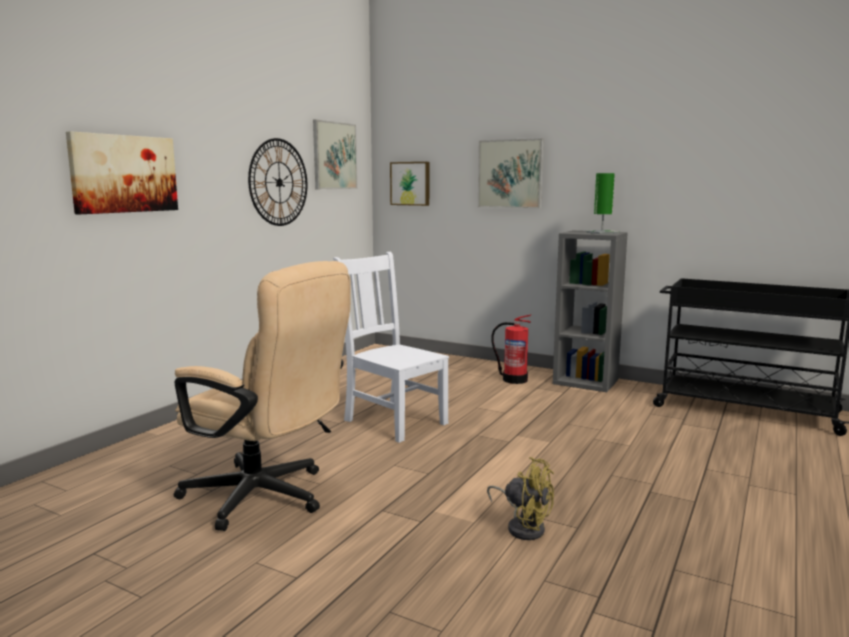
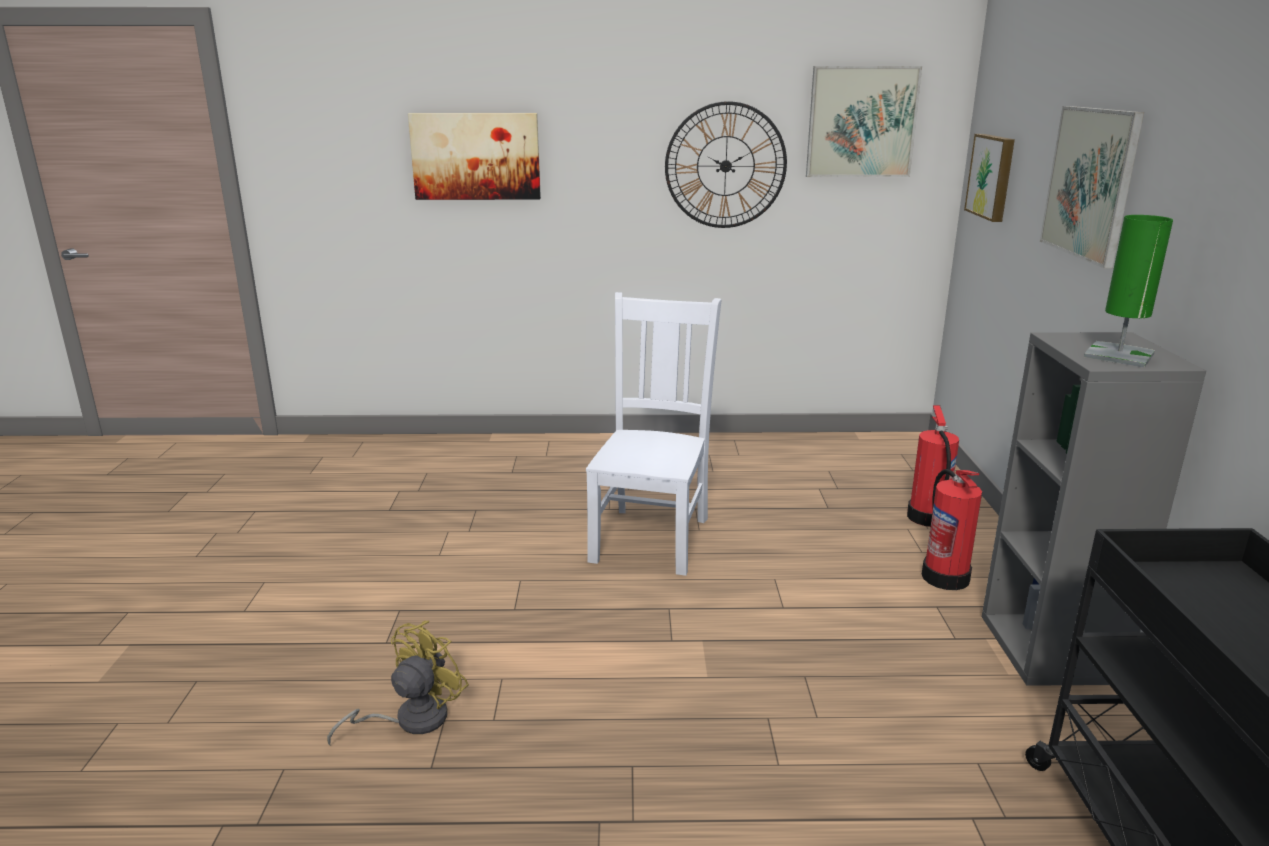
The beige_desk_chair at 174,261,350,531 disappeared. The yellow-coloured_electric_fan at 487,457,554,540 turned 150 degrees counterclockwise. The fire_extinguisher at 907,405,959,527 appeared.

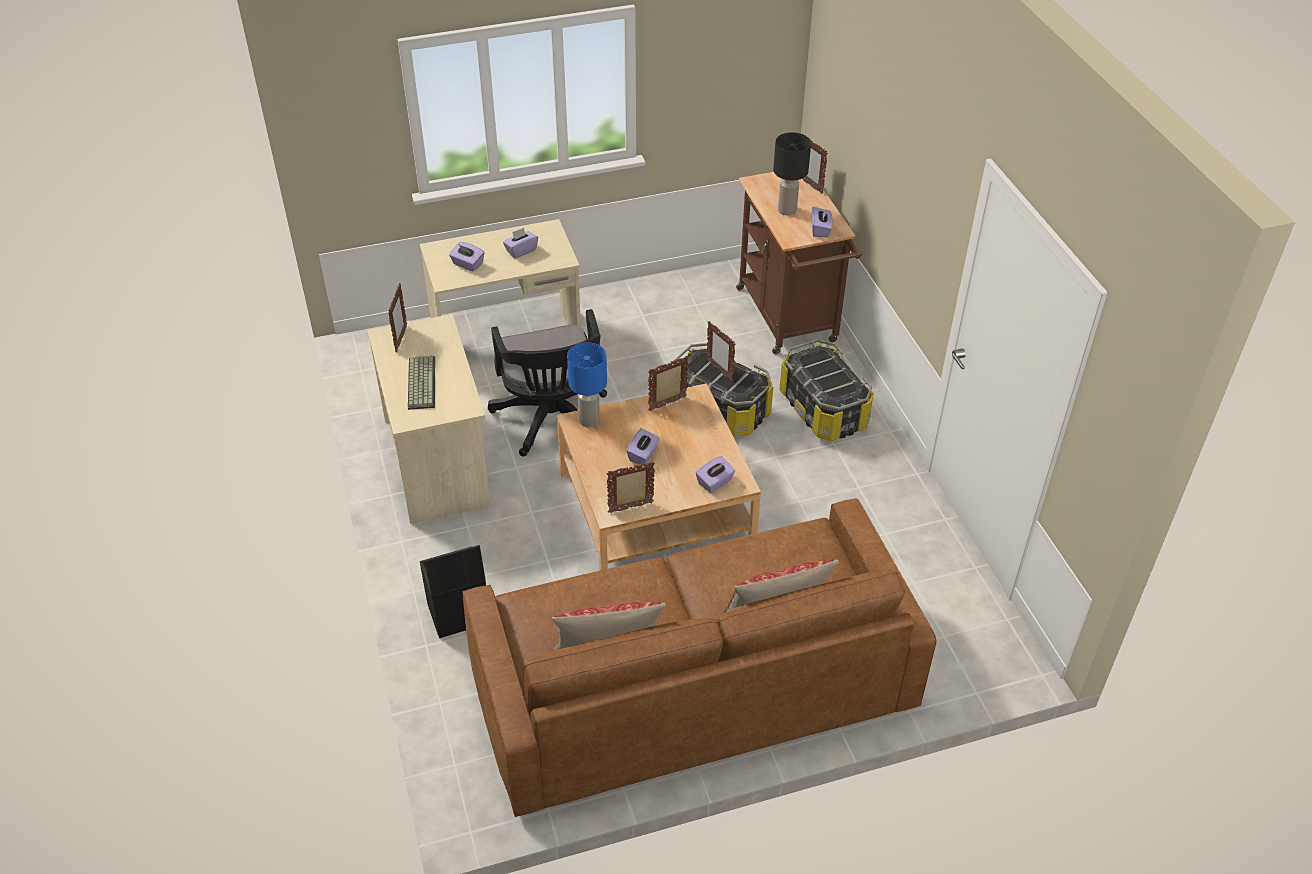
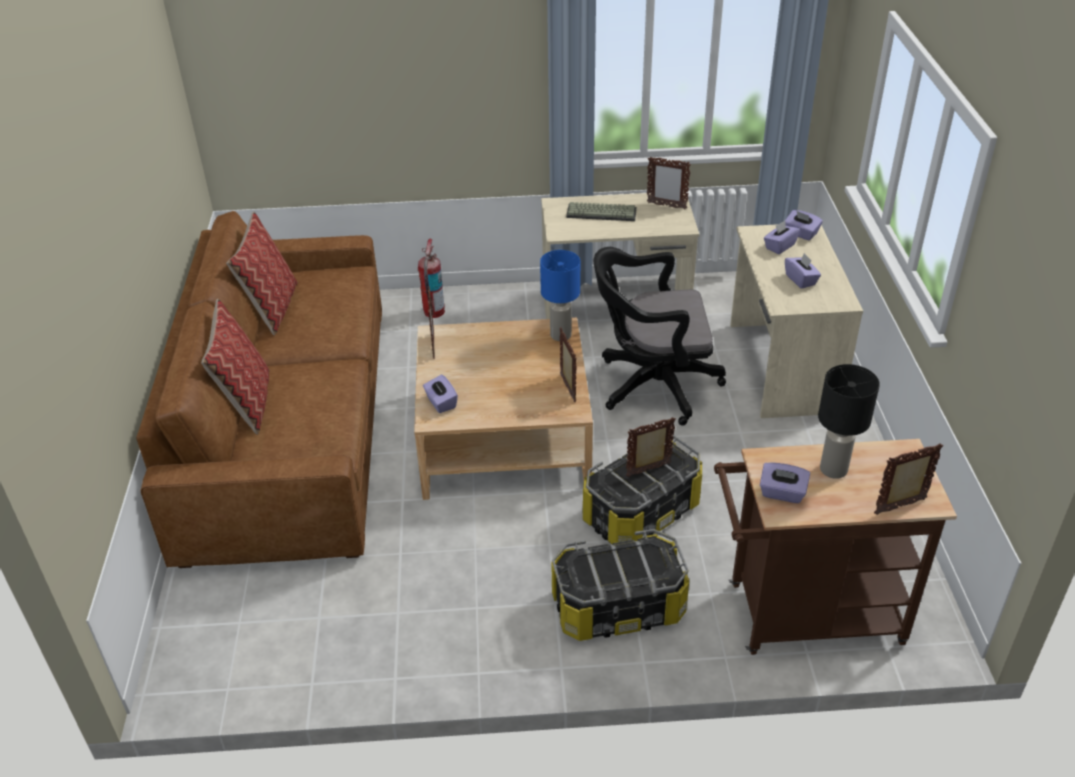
The purple_tissue_holder moved from 627,428,660,464 to 785,210,823,241. The black_storage_bin at 420,545,486,638 was replaced by the fire_extinguisher at 418,239,445,318.

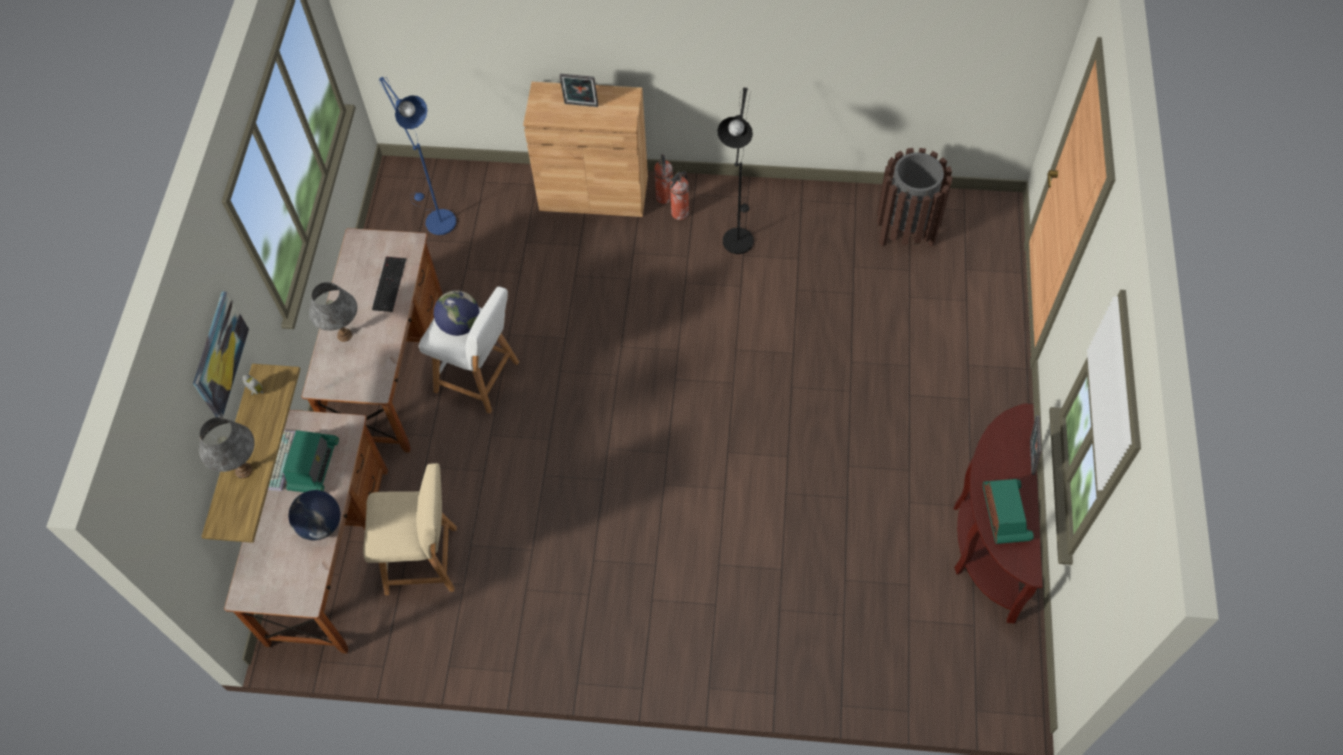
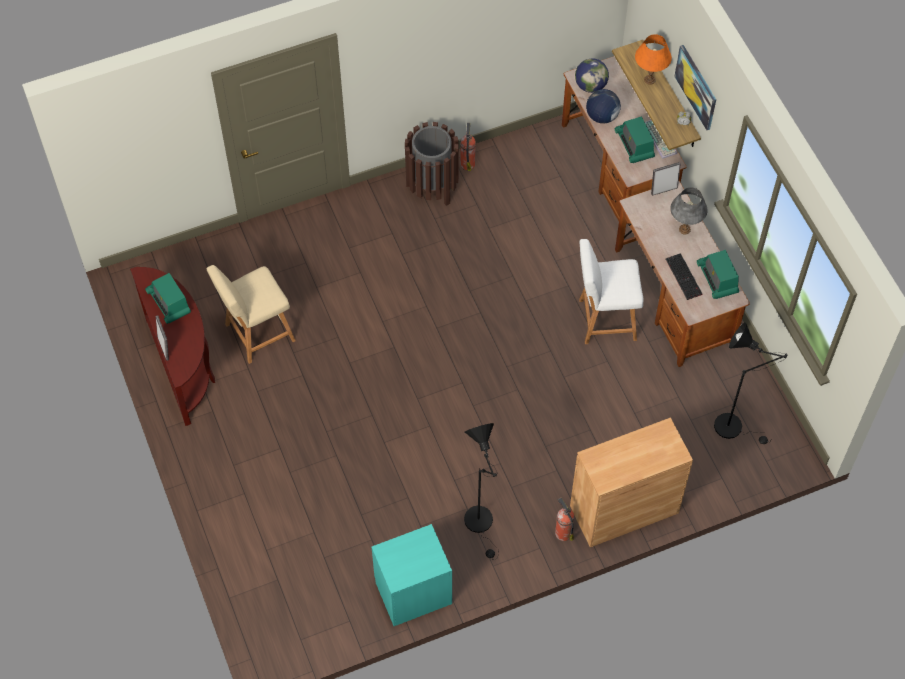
The standing_frame moved from 559,74,598,107 to 651,162,681,196. The blue_floor_lamp at 379,77,456,235 became the black_floor_lamp at 714,323,787,444. The brownish_trash_can moved from 877,148,952,247 to 405,122,459,206. The fire_extinguisher moved from 670,171,689,220 to 460,123,476,171. The world_globe moved from 434,290,479,336 to 575,58,609,93. The grey_tabletop_lamp at 199,417,255,478 became the orangey_tabletop_lamp at 635,34,672,85. The beige_stool moved from 363,463,457,595 to 207,265,296,364. The radio at 697,250,739,299 appeared. The turquoise-coloured_nightstand at 372,524,452,626 appeared.

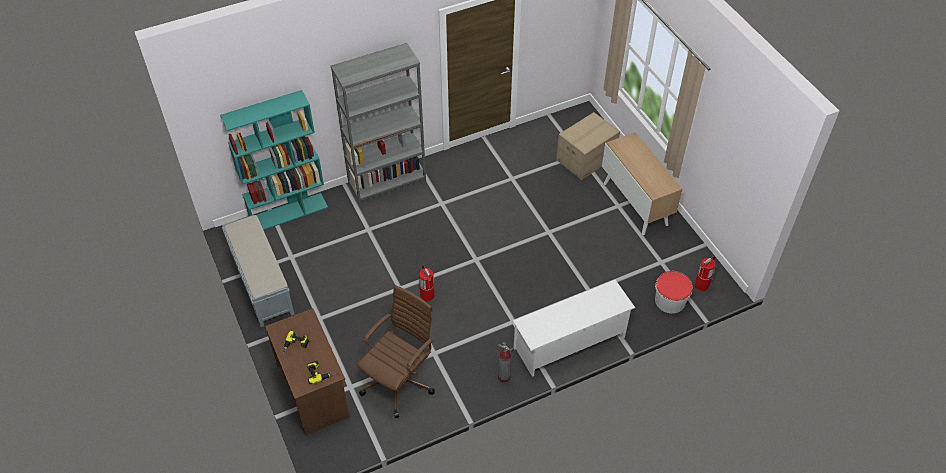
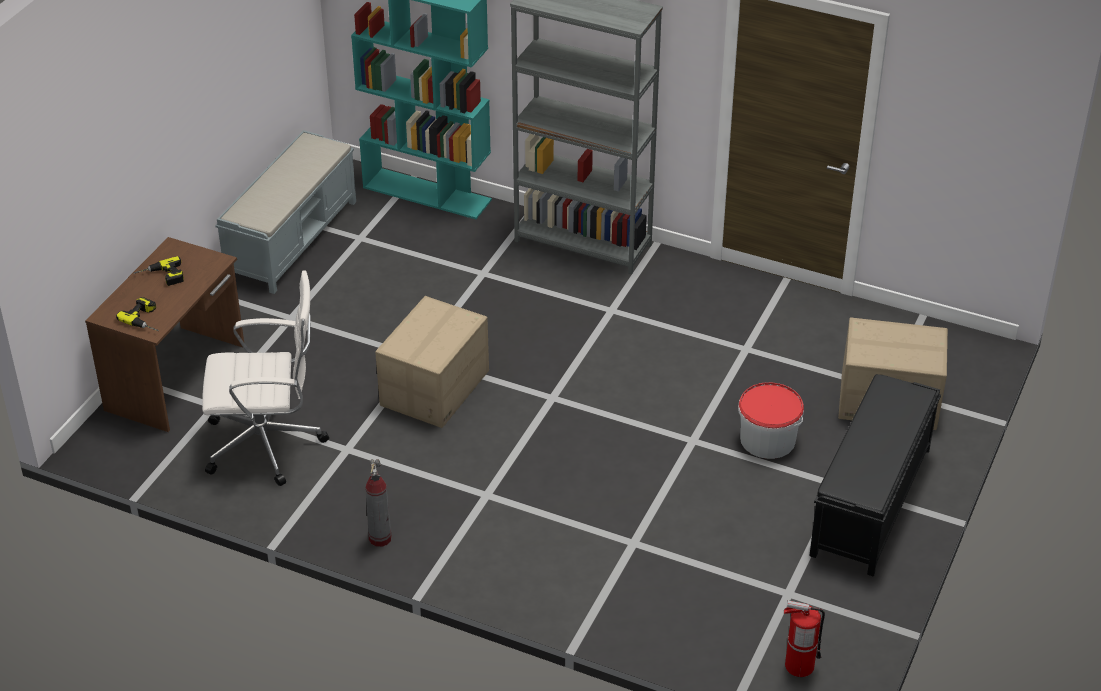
The cabinet at 602,132,682,235 was replaced by the black_long_seat at 809,374,941,577. The fire_extinguisher at 419,265,435,302 was replaced by the carton at 375,296,489,428. The pail moved from 655,271,693,313 to 738,382,804,459. The whitish_shoe_rack at 513,280,635,377 disappeared. The brownish_desk_chair at 357,285,435,418 became the whitish_desk_chair at 202,270,329,486.

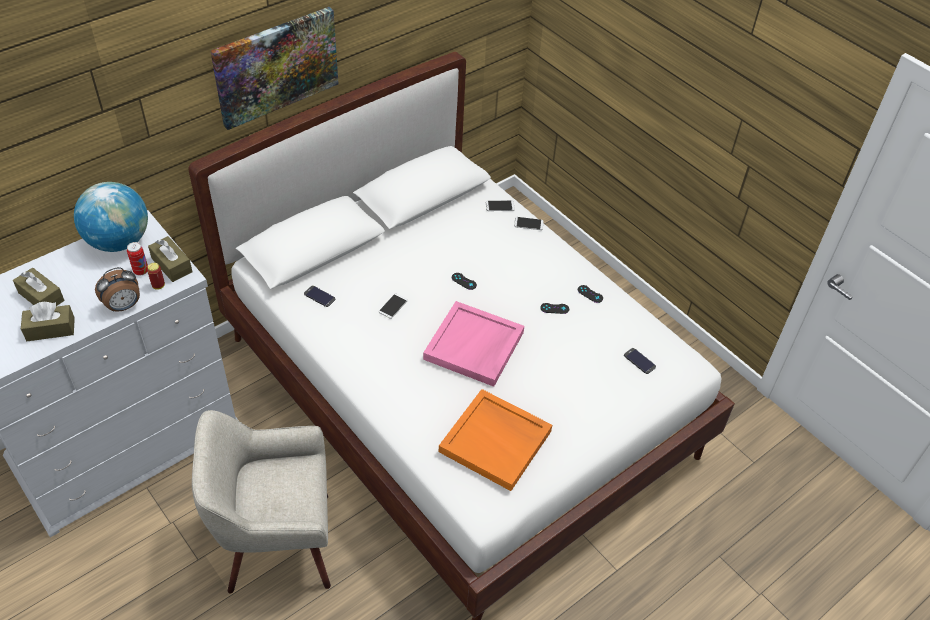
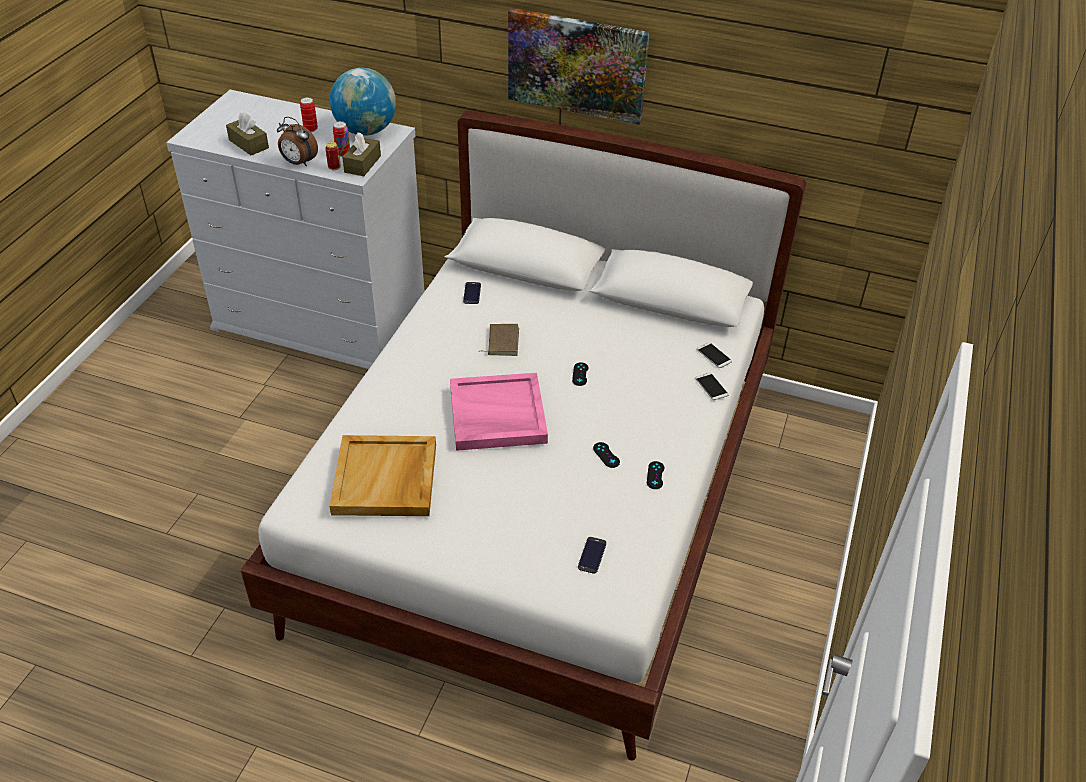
The brownish_tissue_holder at 13,268,65,306 disappeared. The handset at 379,293,408,319 was replaced by the brownish_bound_book at 478,324,519,356. The orangey_serving_tray at 439,389,552,491 became the beige_serving_tray at 329,435,436,516. The beige_lounge_chair at 192,410,331,593 disappeared. The can at 300,97,318,132 appeared.

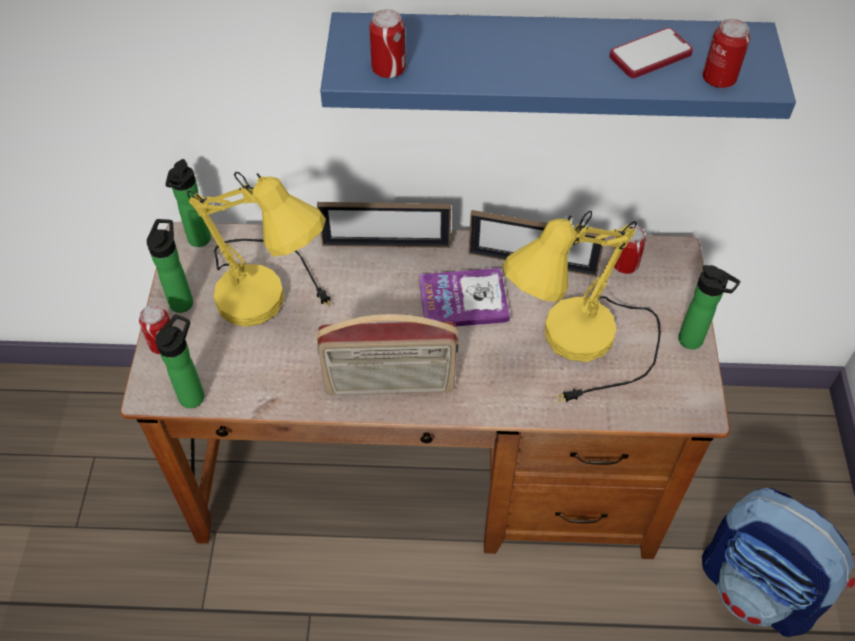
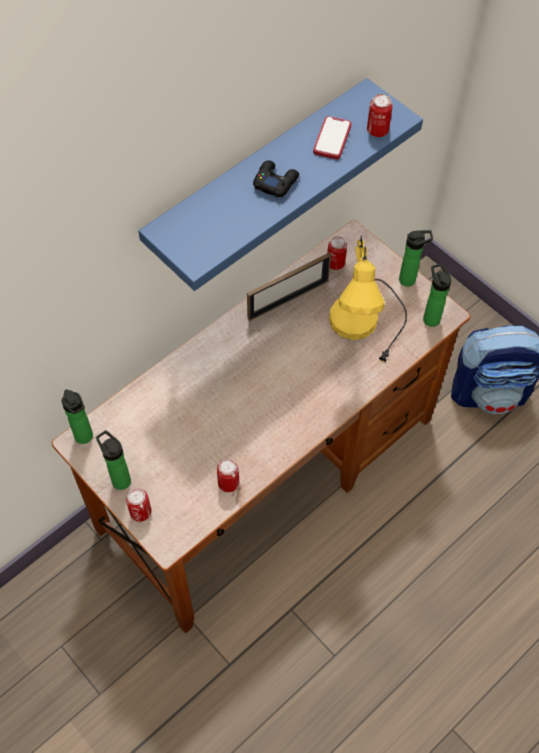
The can moved from 370,9,406,78 to 217,459,239,492. The yellow-coloured_tabletop_lamp at 187,172,331,327 disappeared. The standing_frame at 317,202,451,248 disappeared. The bound_book at 419,268,510,327 disappeared. The drink_bottle moved from 156,314,205,408 to 423,263,452,327. The radio at 317,314,458,395 disappeared. The black_joypad at 253,160,299,198 appeared.

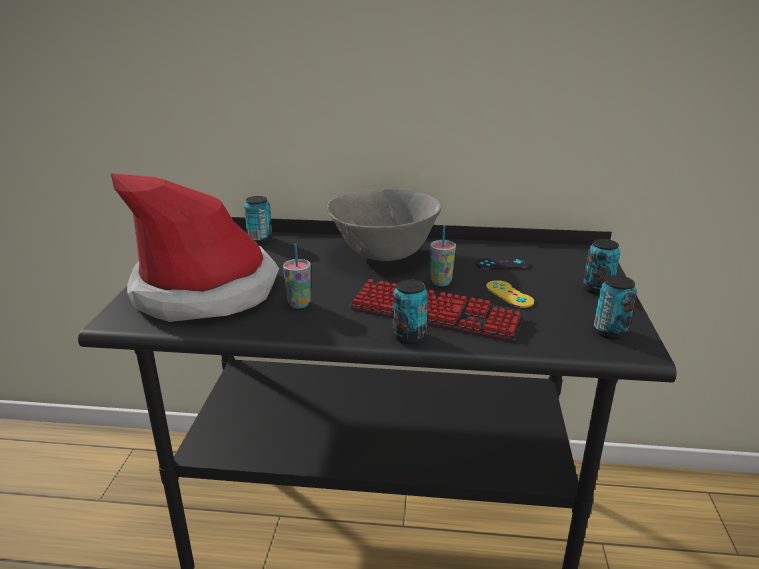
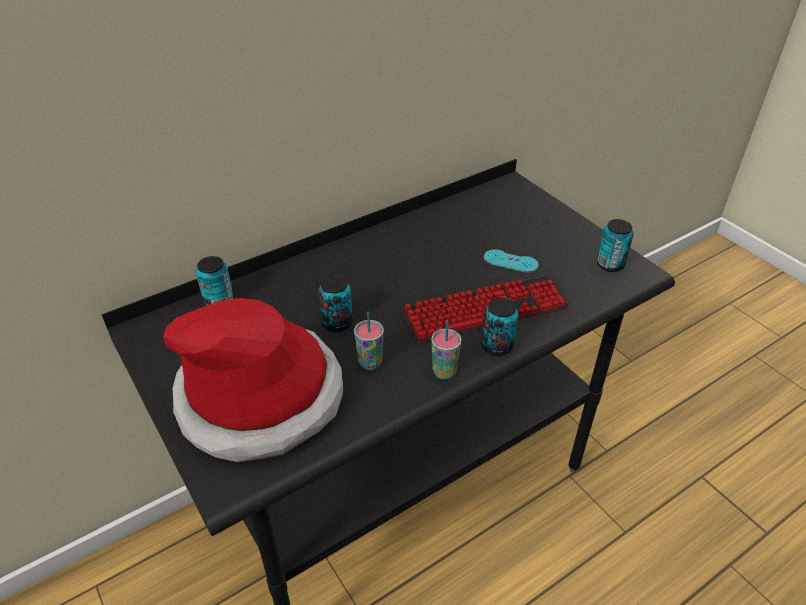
The grey_deep_dish at 327,189,442,261 disappeared. The small_cup moved from 430,225,456,286 to 431,320,461,380. The can moved from 583,239,620,295 to 319,275,353,332. The black_joypad at 475,257,529,270 disappeared. The yellow-coloured_joypad at 486,280,534,308 became the turquoise-coloured_joypad at 484,249,539,273.

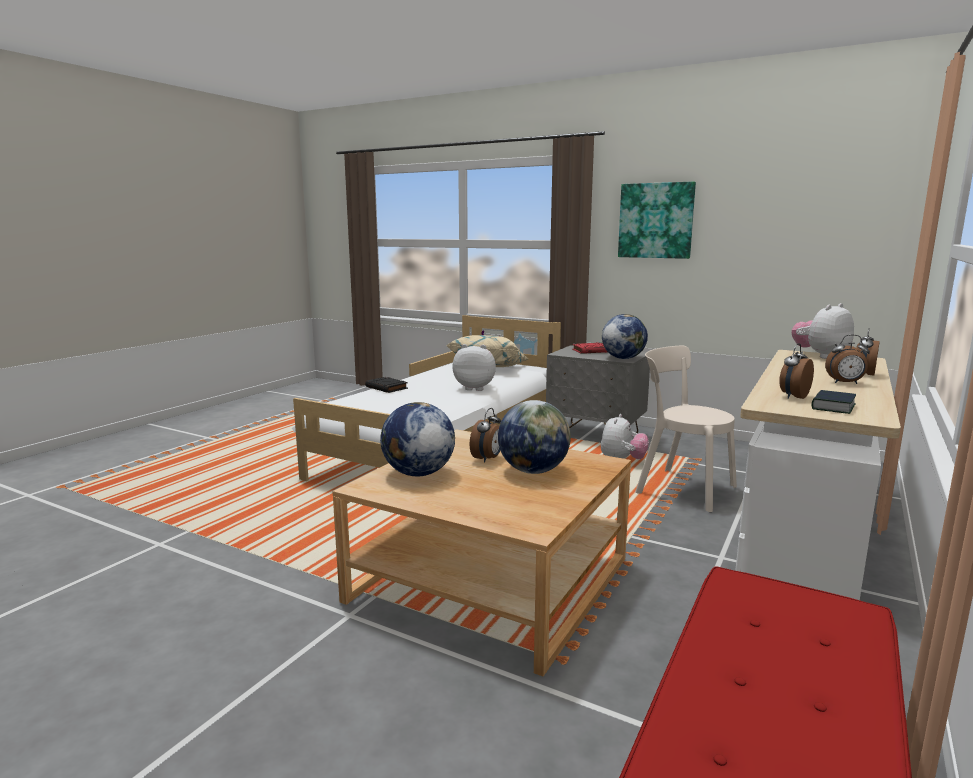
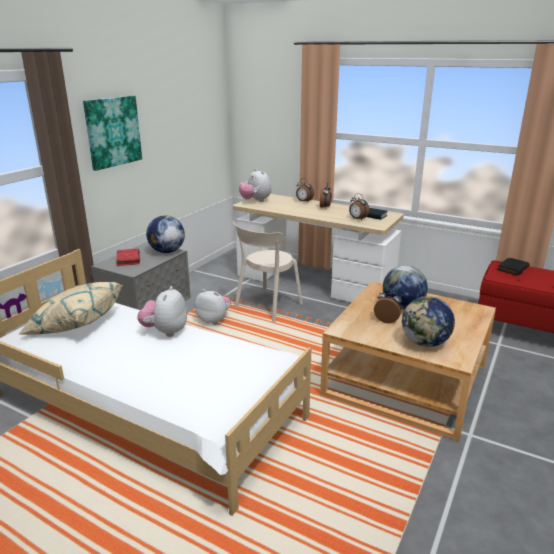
The black_bound_book moved from 365,377,408,393 to 497,258,530,275.

